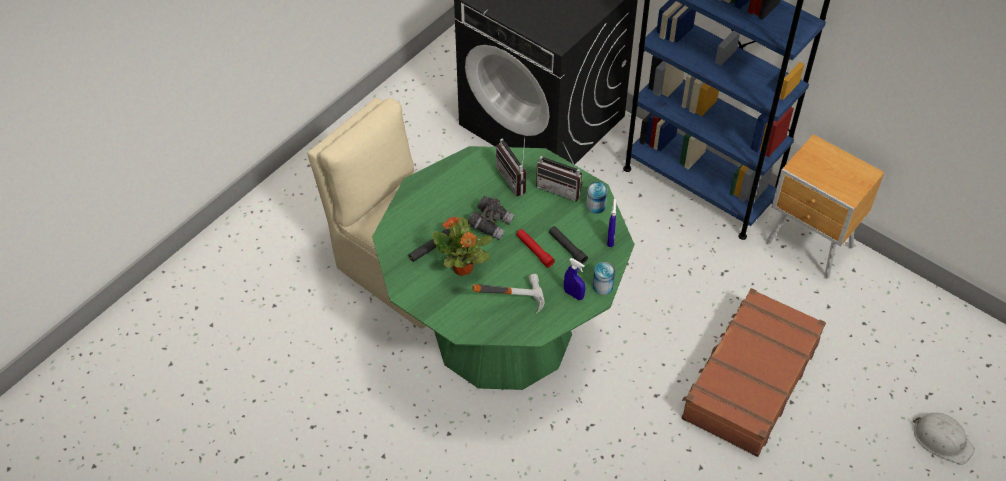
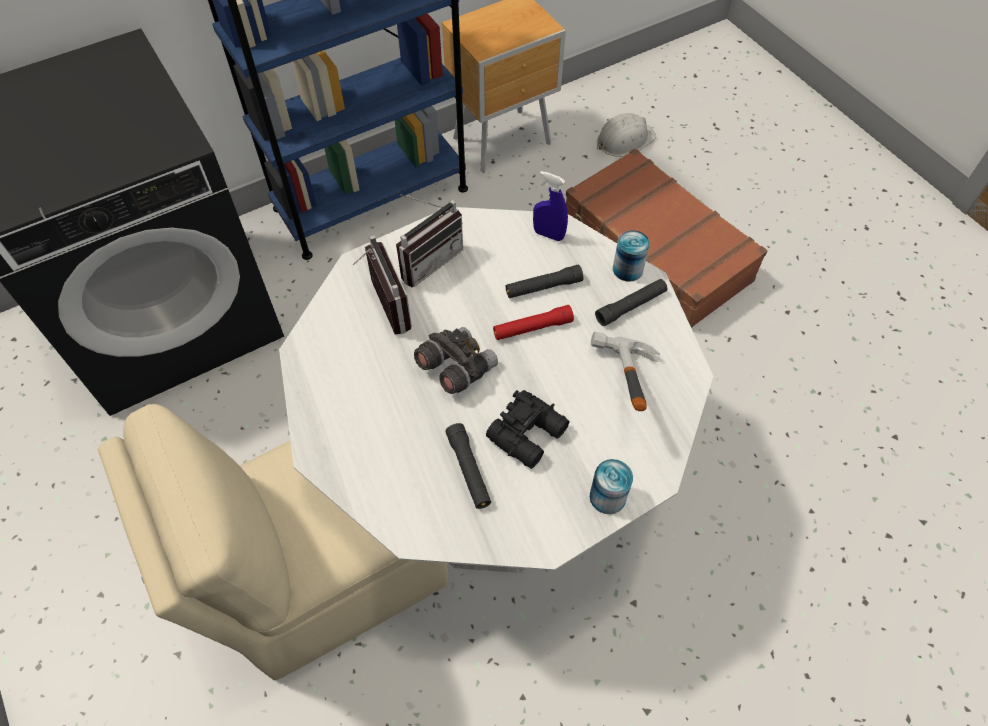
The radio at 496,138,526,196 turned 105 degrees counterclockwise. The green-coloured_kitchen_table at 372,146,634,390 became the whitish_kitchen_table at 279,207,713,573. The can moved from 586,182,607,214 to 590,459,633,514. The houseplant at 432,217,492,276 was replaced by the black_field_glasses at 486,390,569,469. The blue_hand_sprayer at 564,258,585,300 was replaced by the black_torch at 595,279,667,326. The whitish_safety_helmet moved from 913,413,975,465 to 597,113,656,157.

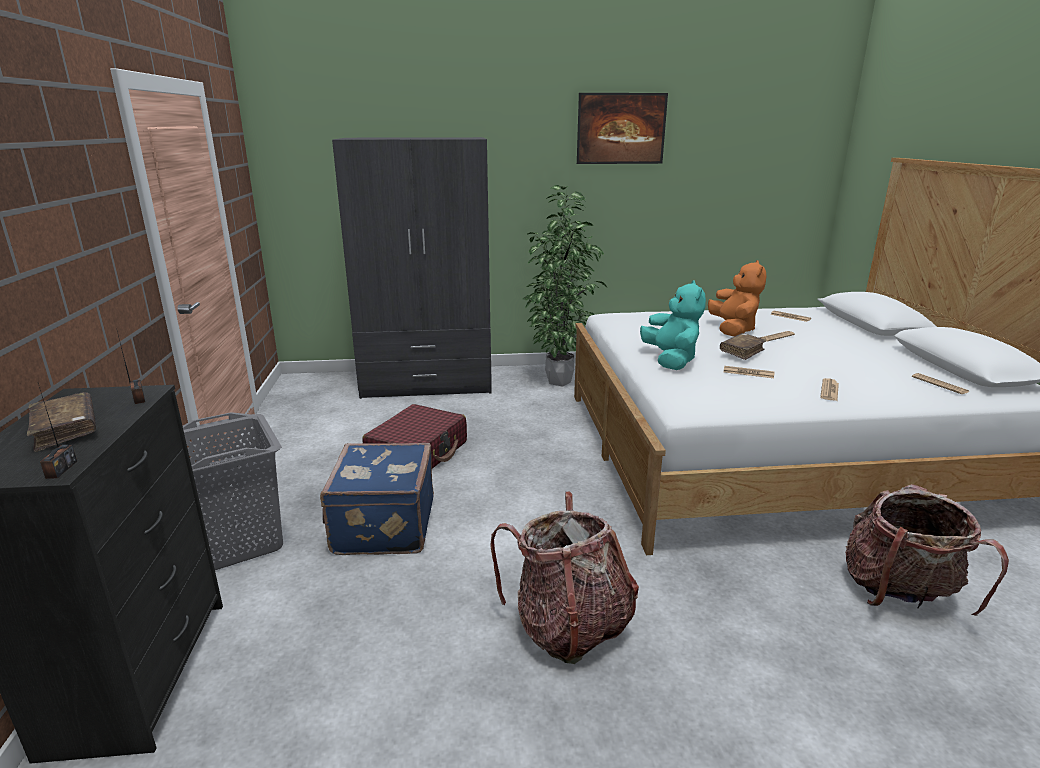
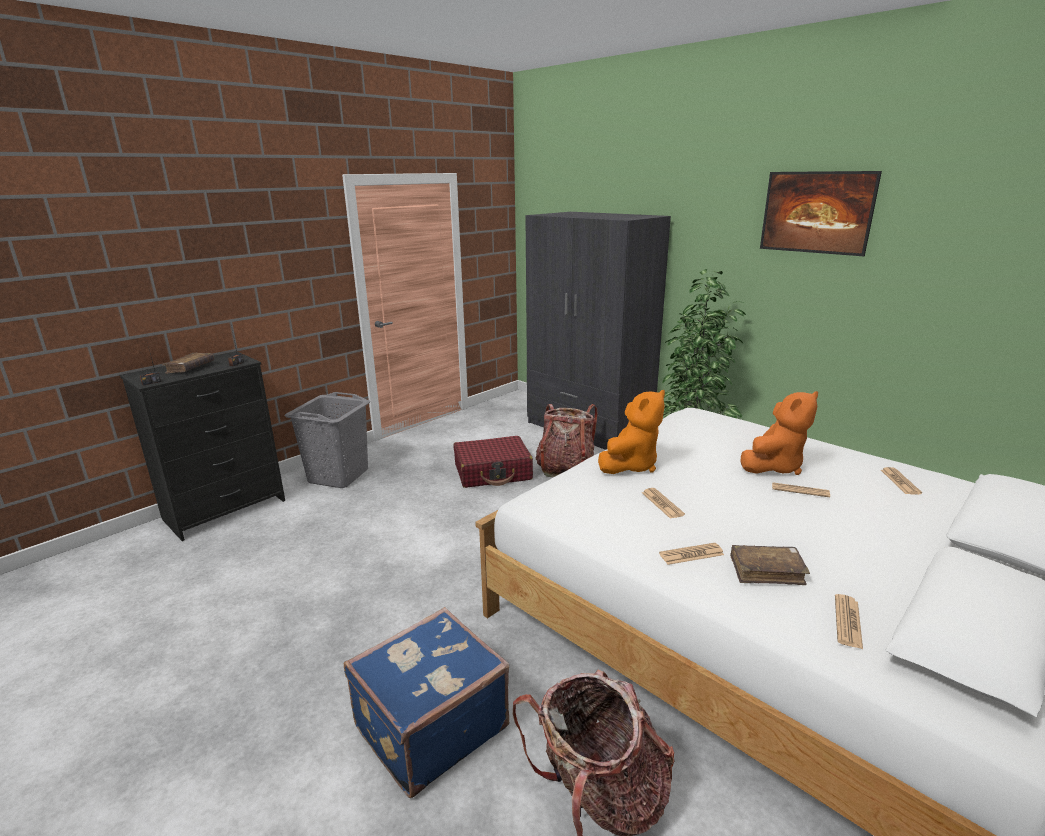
The turquoise-coloured_soft_toy at 640,281,706,370 became the orangey_soft_toy at 598,390,665,474. The brownish_bound_book moved from 720,333,767,360 to 730,545,810,585. The blue_piece_of_luggage moved from 320,443,434,555 to 344,607,509,798. The knapsack moved from 490,492,639,664 to 535,404,598,477.

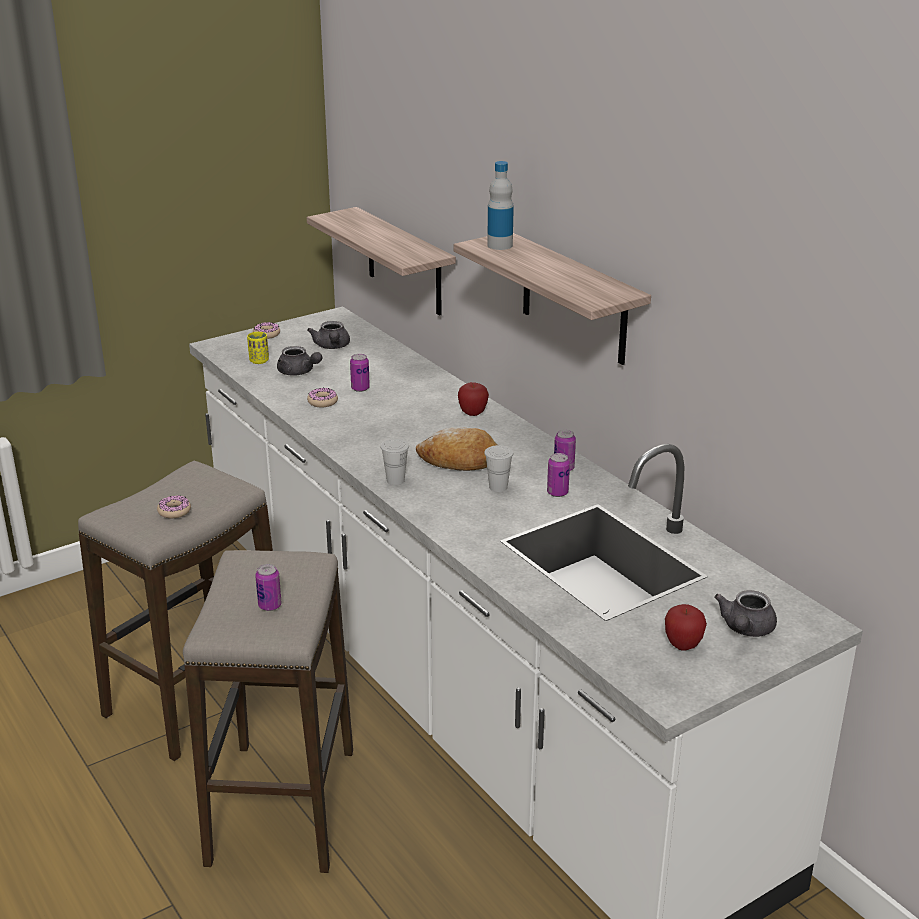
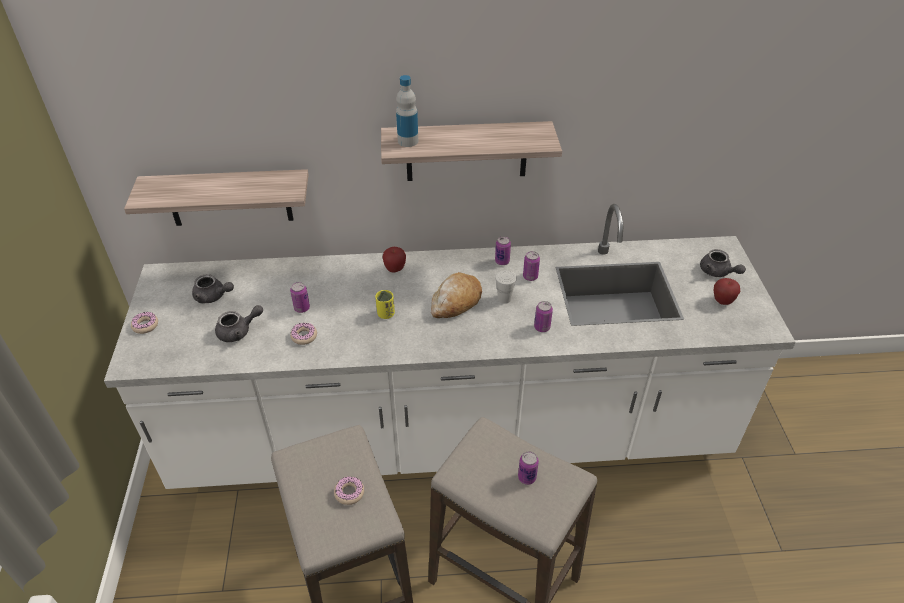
The yellow-coloured_small_cup moved from 247,332,269,364 to 375,290,395,319. The whitish_small_cup at 380,439,409,485 disappeared. The can at 534,301,553,332 appeared.

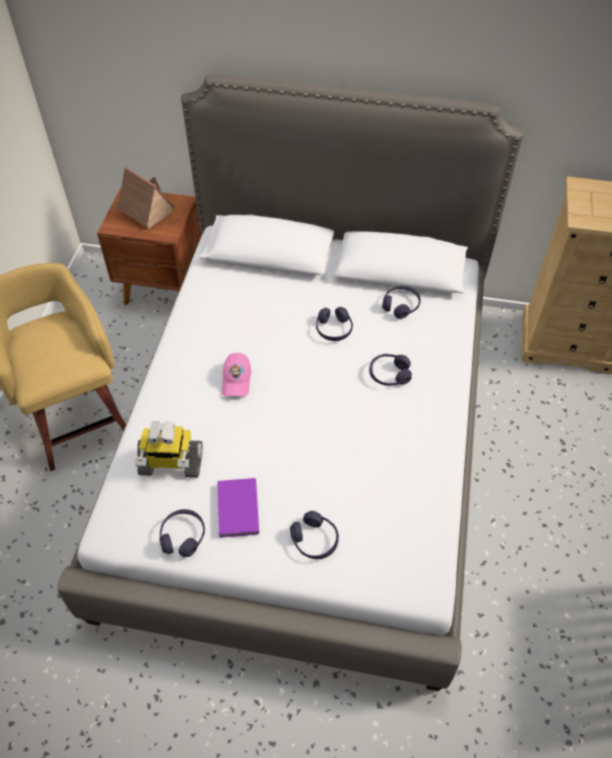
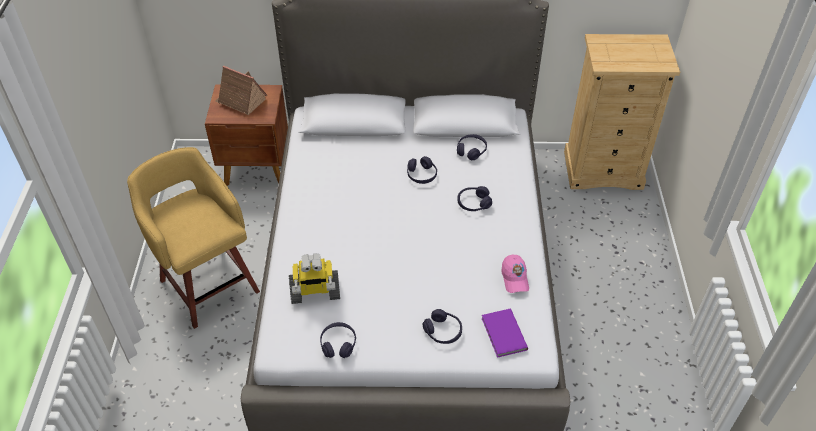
The pink-coloured_cap moved from 222,353,251,397 to 501,255,529,293. The purple_bound_book moved from 217,478,259,538 to 482,309,528,358.

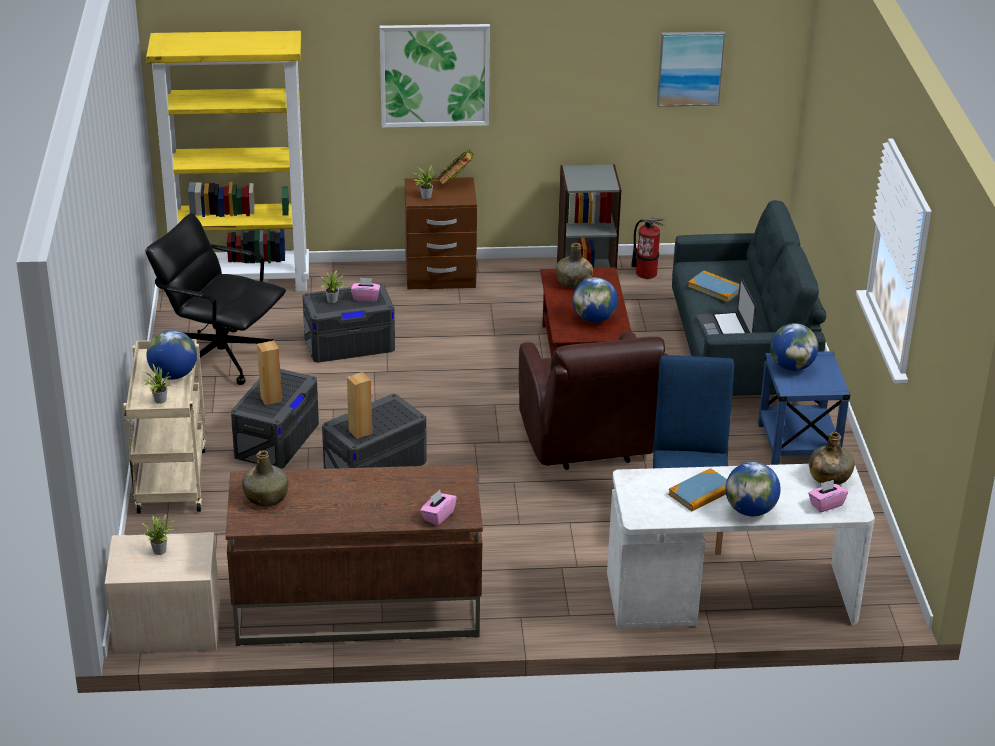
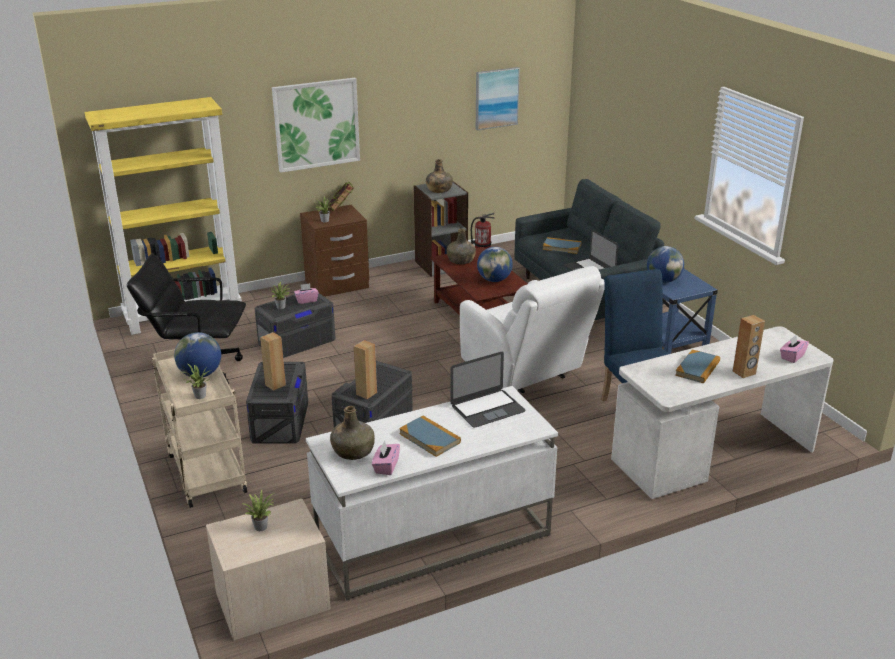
The brownish_lounge_chair at 519,332,668,470 became the whitish_lounge_chair at 460,266,605,393. The green-coloured_drink_bottle moved from 809,432,855,485 to 426,159,453,193. The world_globe at 725,462,781,516 was replaced by the brownish_speaker at 733,315,765,378. The brownish_desk at 226,464,483,646 became the whitish_desk at 306,386,558,600. The pink-coloured_tissue_holder moved from 420,490,457,526 to 372,441,400,475. The laptop at 451,352,525,428 appeared. The bound_book at 399,415,461,457 appeared.

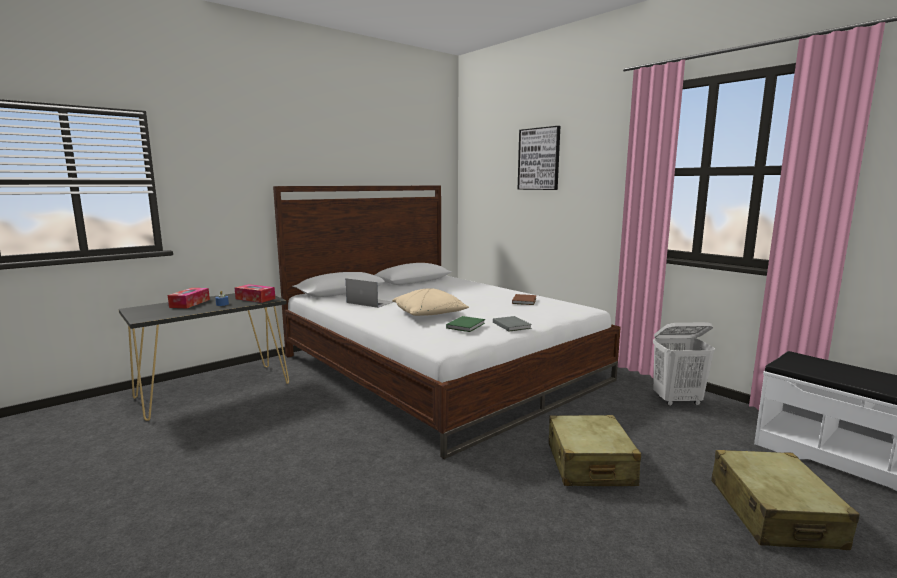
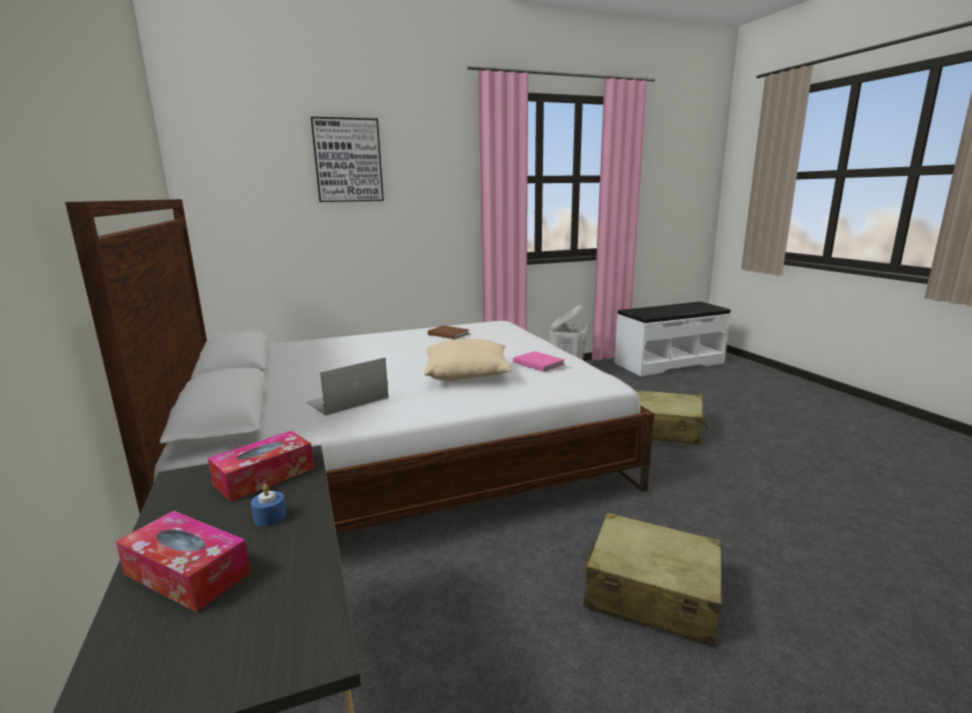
The green-coloured_bound_book at 446,316,485,332 became the pink-coloured_bound_book at 513,351,565,372. The grey_bound_book at 493,316,532,332 disappeared. The beige_piece_of_luggage moved from 711,450,860,550 to 583,512,722,646.

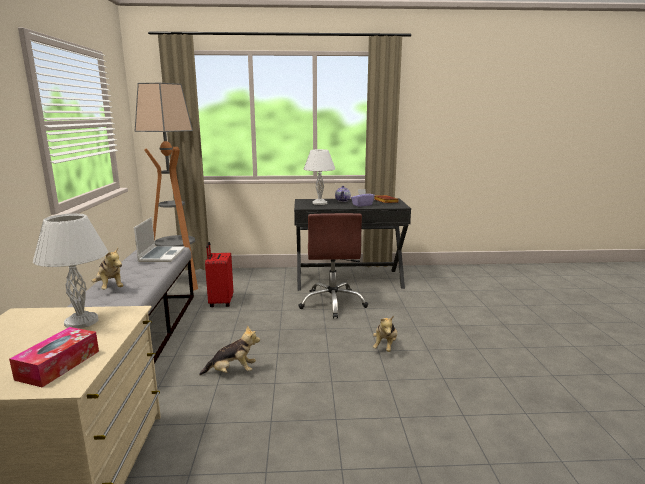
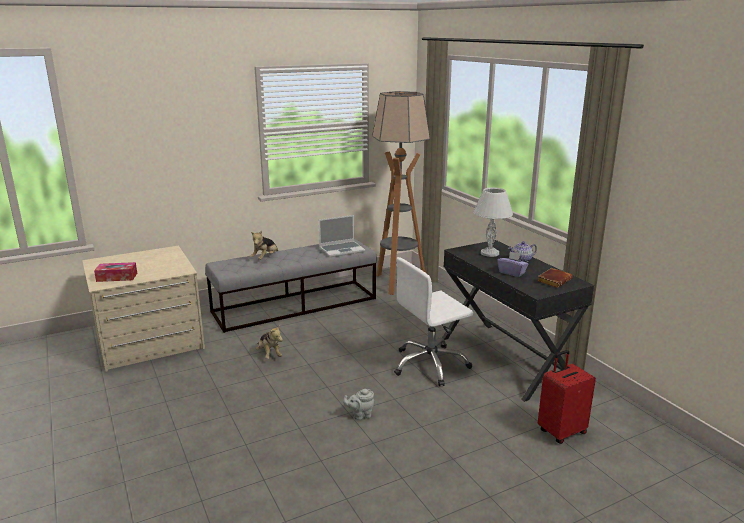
The whitish_tabletop_lamp at 33,213,108,329 disappeared. The brownish_desk_chair at 298,213,368,319 became the whitish_desk_chair at 394,257,473,386. The red_piece_of_luggage moved from 205,242,233,307 to 538,350,596,444. The soft_toy at 373,316,397,352 was replaced by the grey_tea_pot at 343,389,374,420.

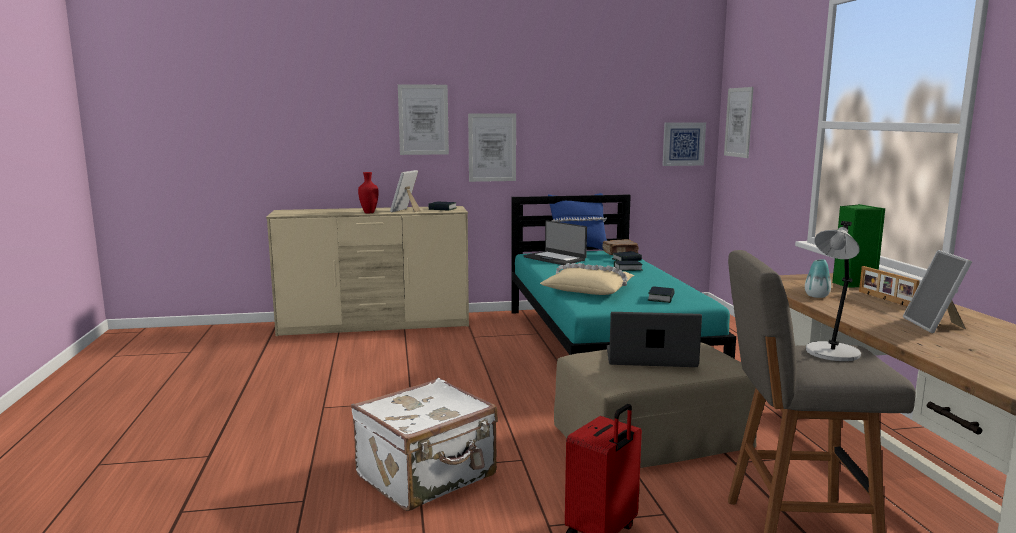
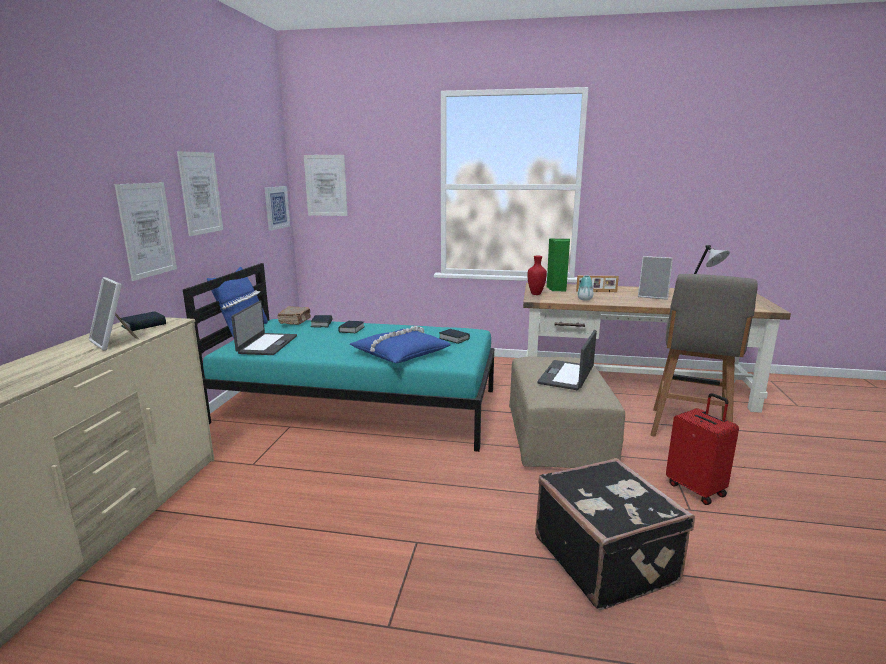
The wall_picture moved from 398,84,449,155 to 177,151,223,236. The red_decorative_vase moved from 358,172,379,213 to 528,256,547,295. The laptop at 524,220,587,265 turned 60 degrees counterclockwise. The beige_pillow at 540,263,634,295 became the blue_pillow at 350,326,450,363. The whitish_piece_of_luggage at 351,378,497,511 became the black_piece_of_luggage at 535,458,695,610.

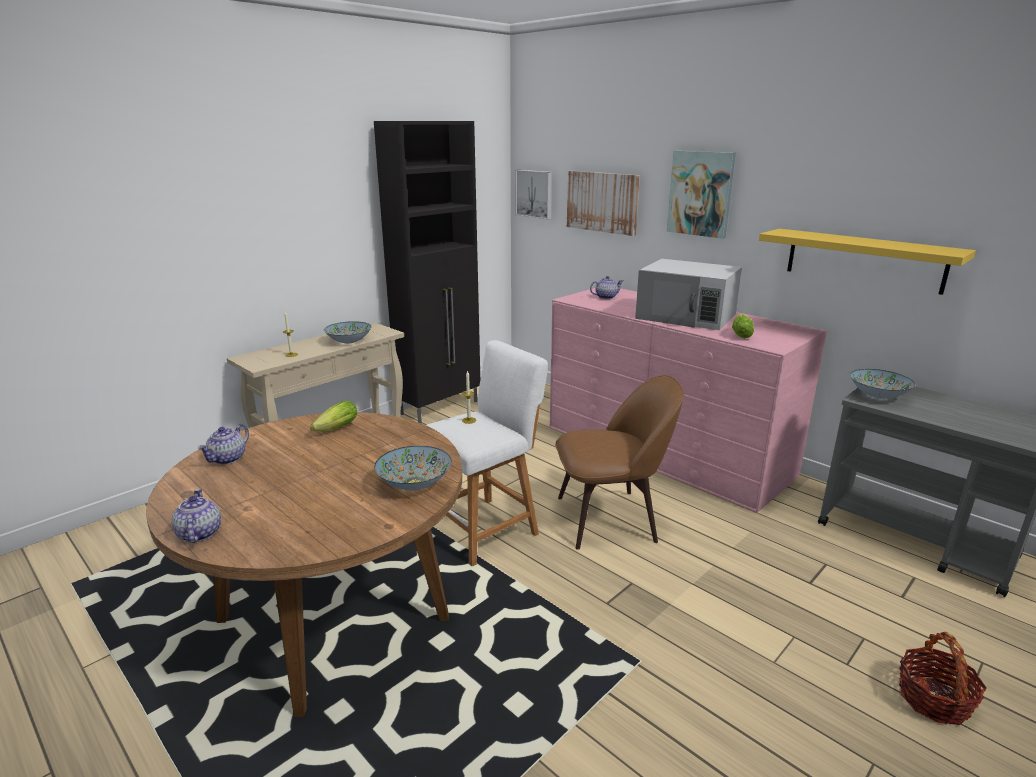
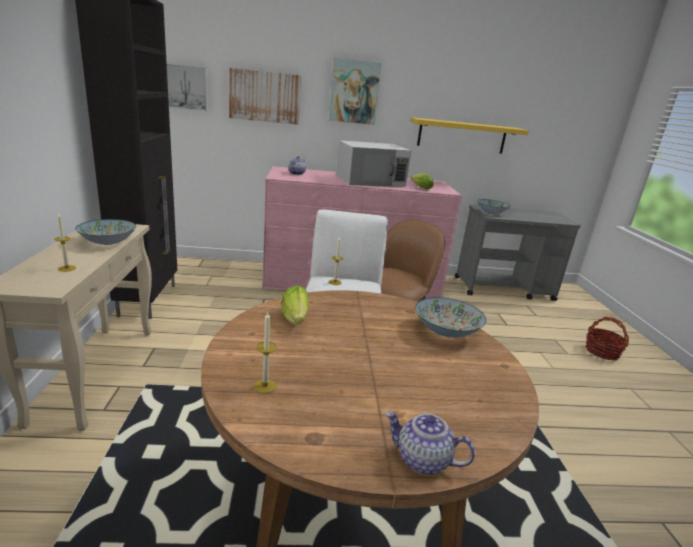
The tea_pot at 197,424,249,464 was replaced by the candle at 254,312,276,393.

